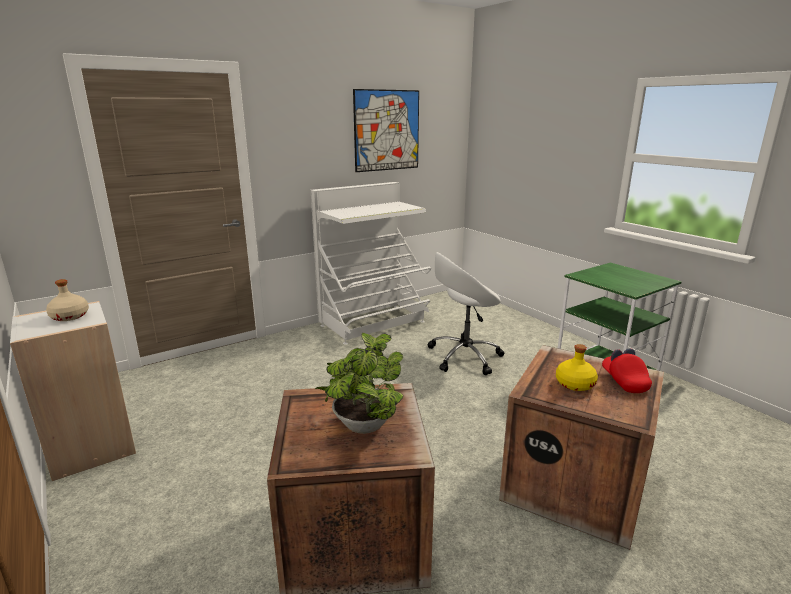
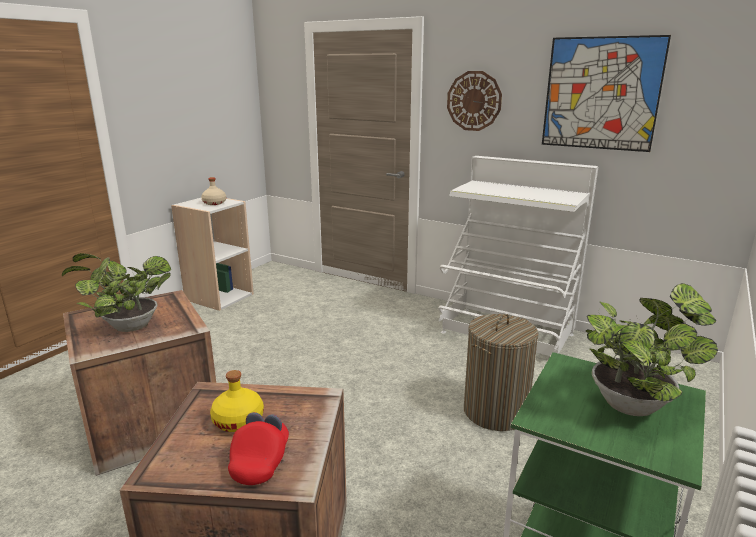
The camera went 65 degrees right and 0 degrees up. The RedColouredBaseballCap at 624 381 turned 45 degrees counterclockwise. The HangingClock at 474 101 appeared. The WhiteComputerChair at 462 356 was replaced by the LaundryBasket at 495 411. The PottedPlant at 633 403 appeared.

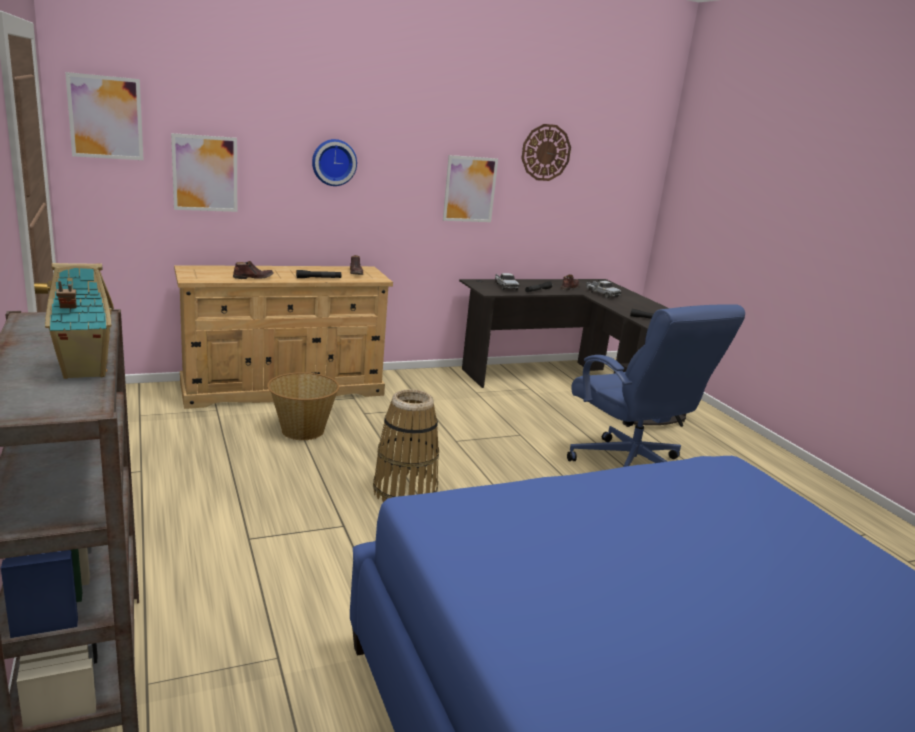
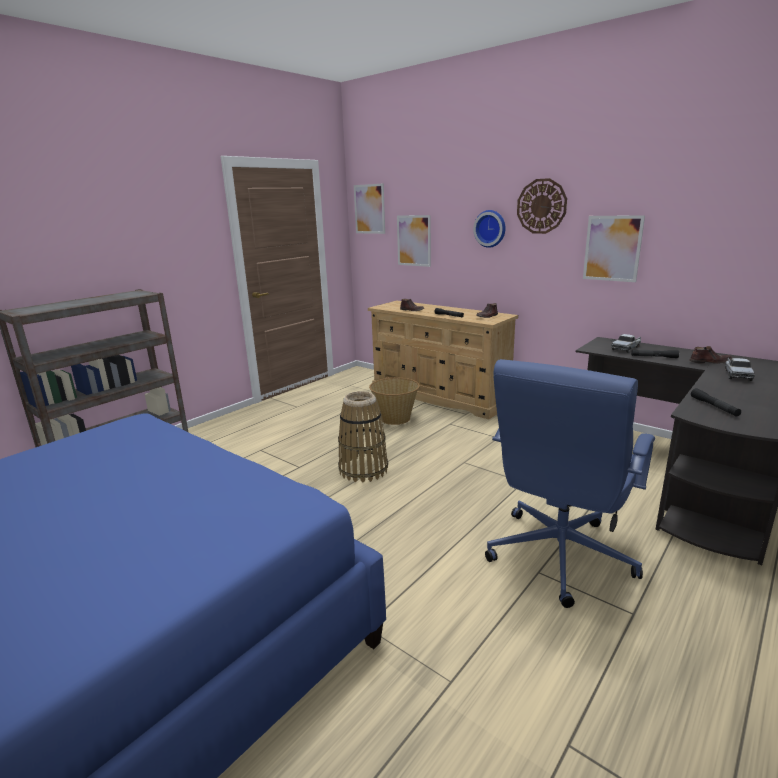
The camera went 65 degrees right and 0 degrees up. The HangingClock moved from 545 152 to 541 206. The ToyHouse at 83 371 disappeared.

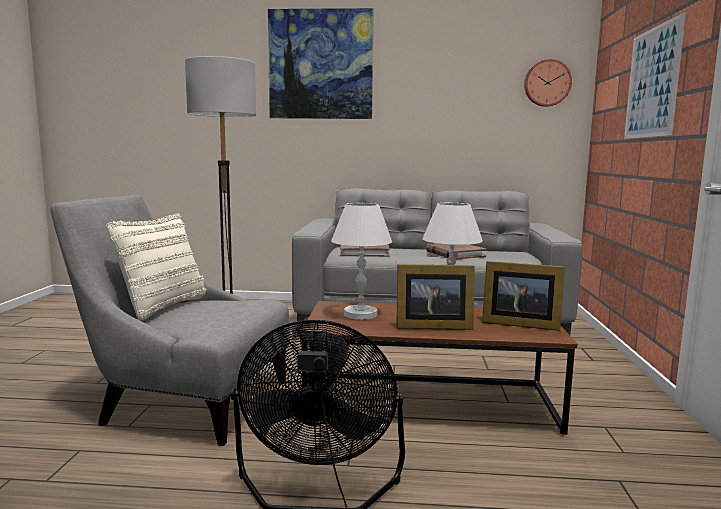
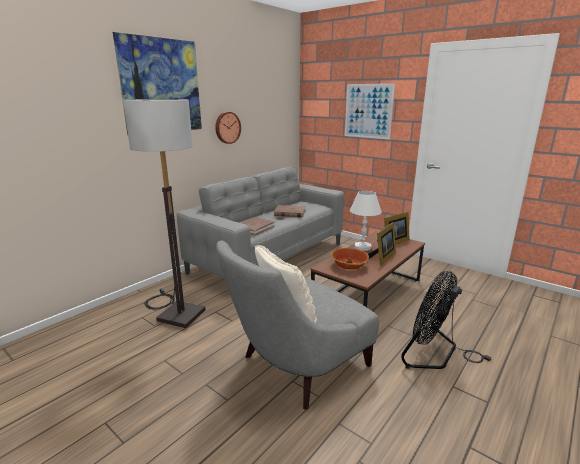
The camera went 55 degrees left and 10 degrees up. The HangingClock moved from 547 83 to 227 127. The WhiteTableLamp at 360 314 was replaced by the Bowl at 349 265.

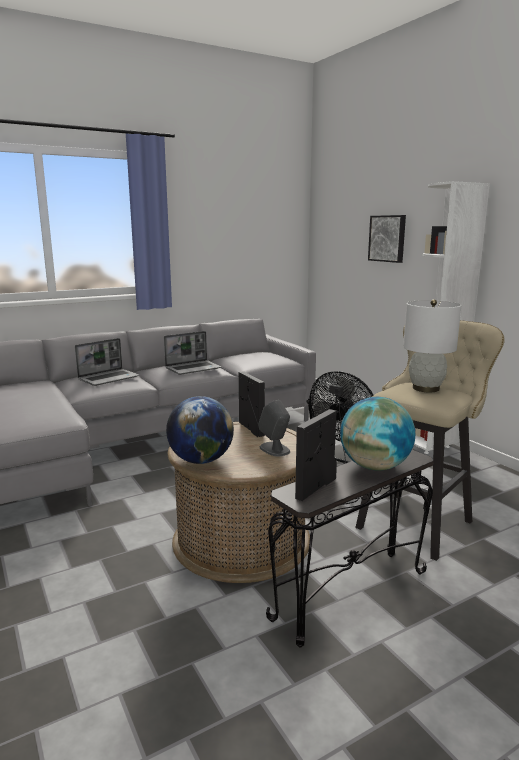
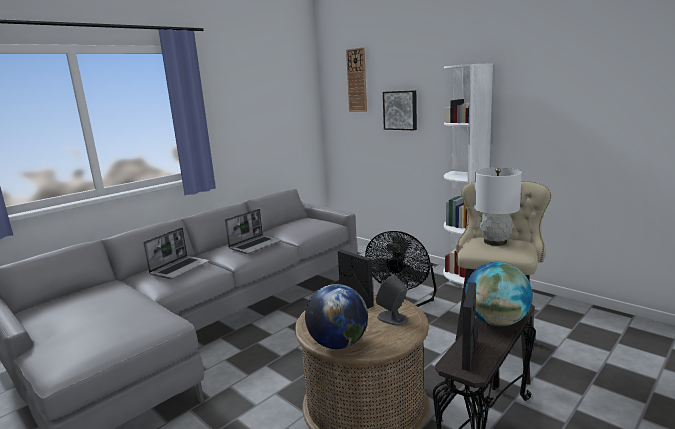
The camera went 15 degrees left and 0 degrees up. The HangingClock at 357 80 appeared.

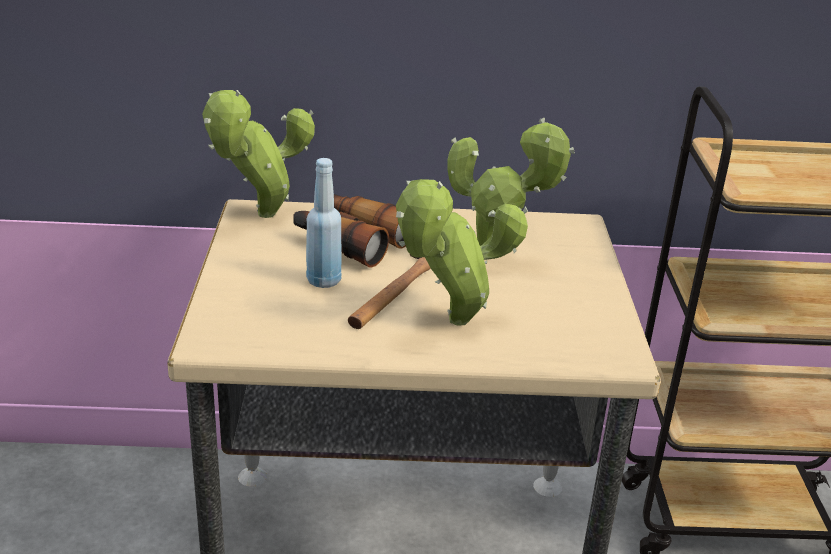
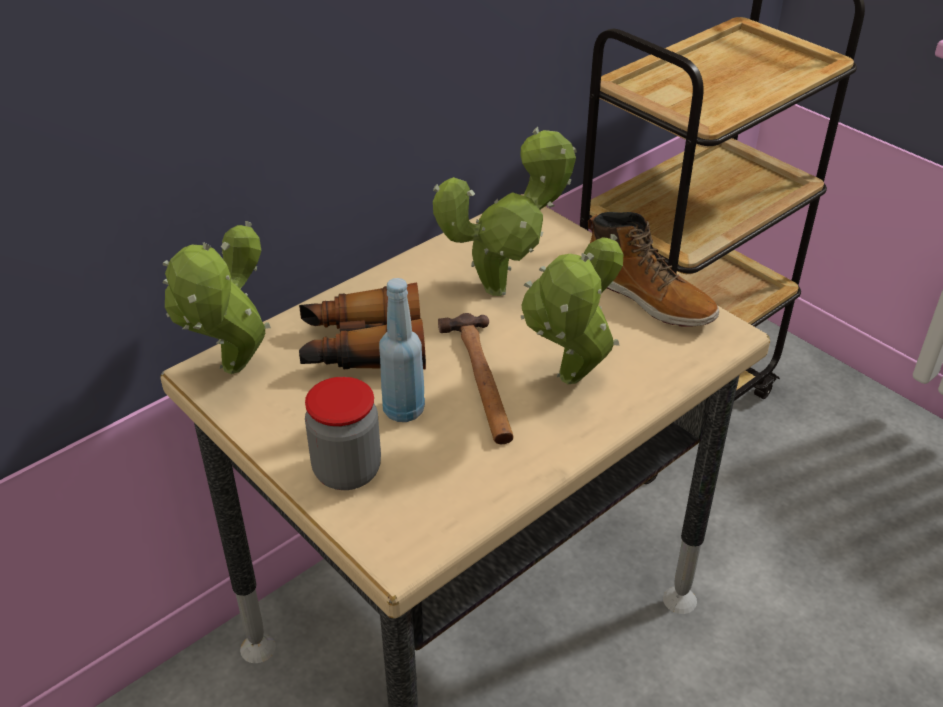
The camera went 40 degrees left and 10 degrees up. The Jar at 347 471 appeared. The HighTopBoot at 649 296 appeared.

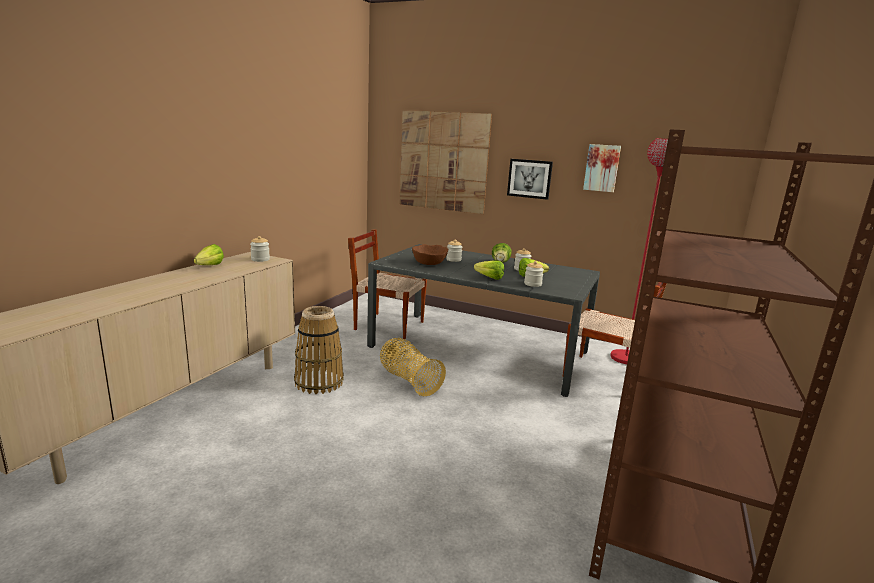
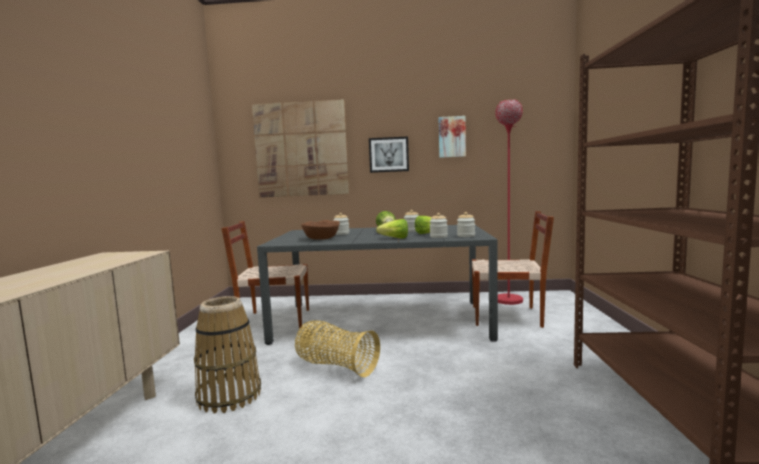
The camera went 20 degrees left and 10 degrees down. The Jar moved from 260 259 to 466 236. The LettuceHead at 207 267 disappeared.

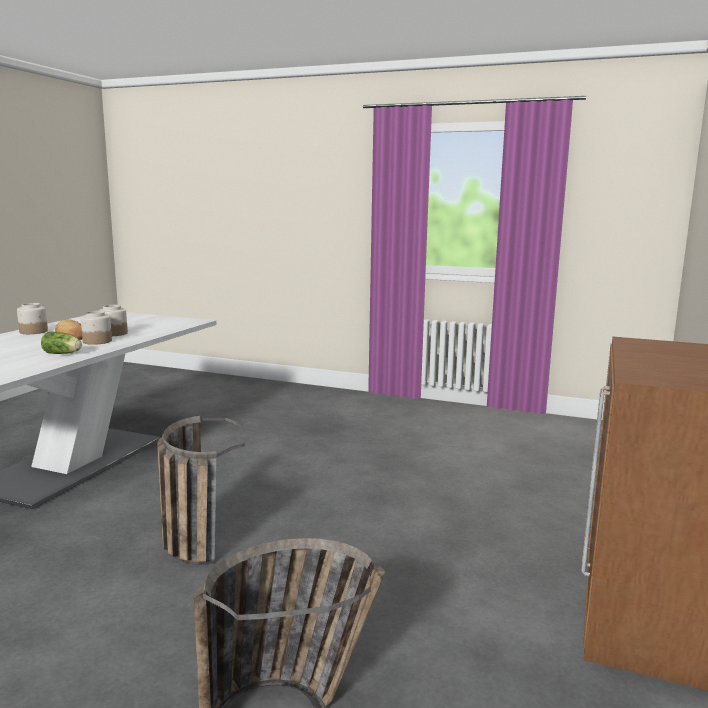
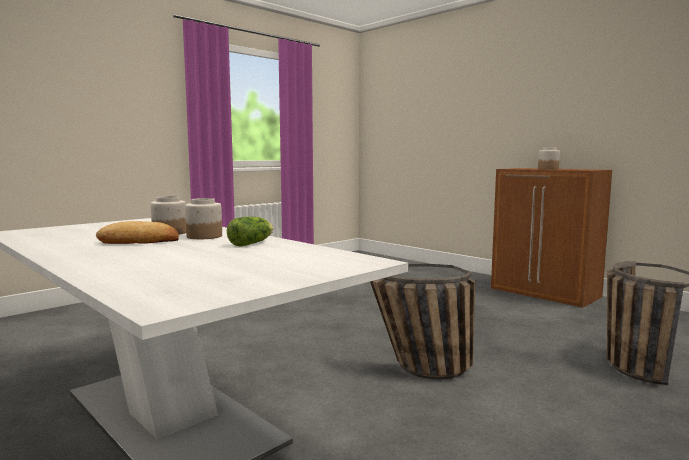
The camera went 65 degrees left and 5 degrees down. The Jar moved from 34 331 to 548 169.

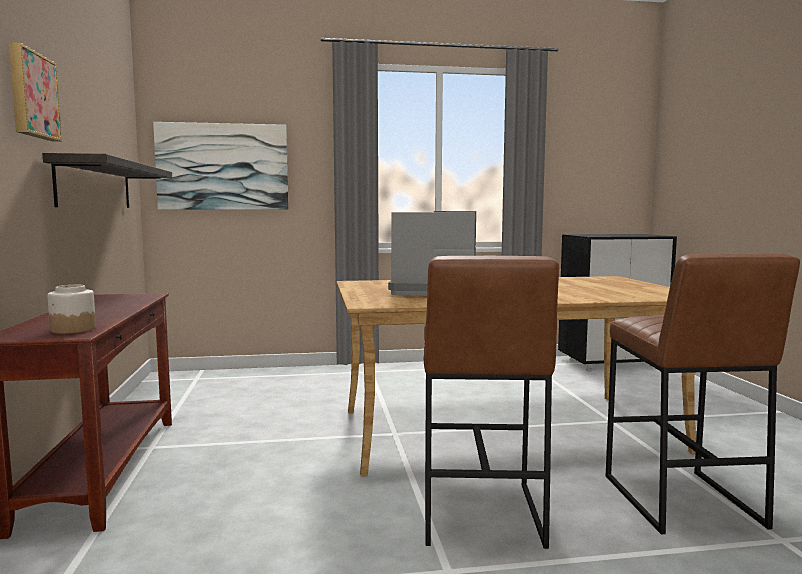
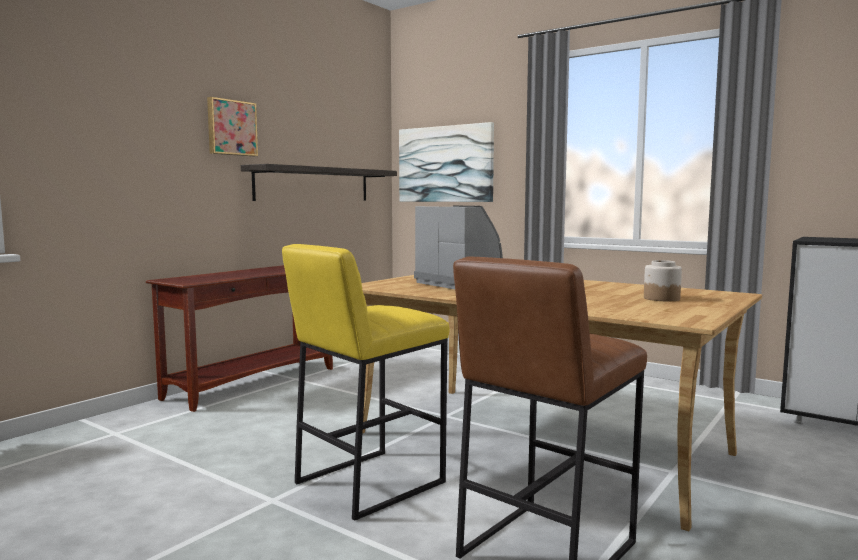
The camera went 45 degrees right and 0 degrees up. The BrownStool at 480 514 became the YellowishStool at 368 483. The Jar moved from 73 329 to 661 298.

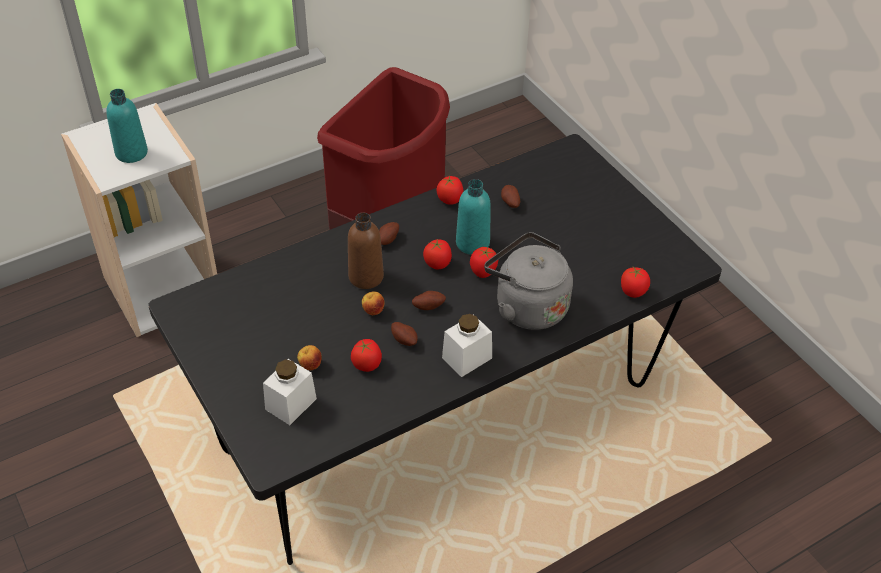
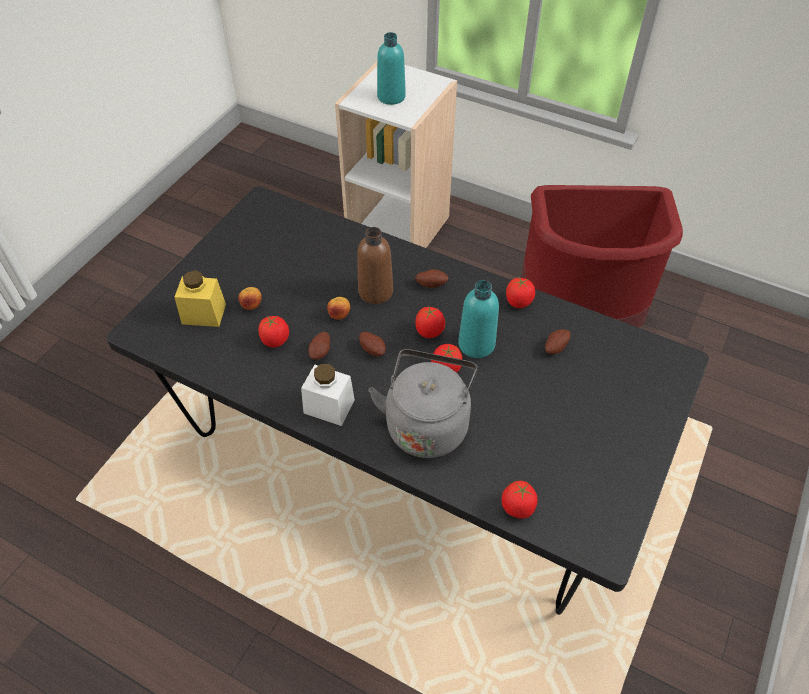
The camera went 60 degrees right and 5 degrees up. The WhiteJar at 291 404 became the YellowishJar at 204 314.

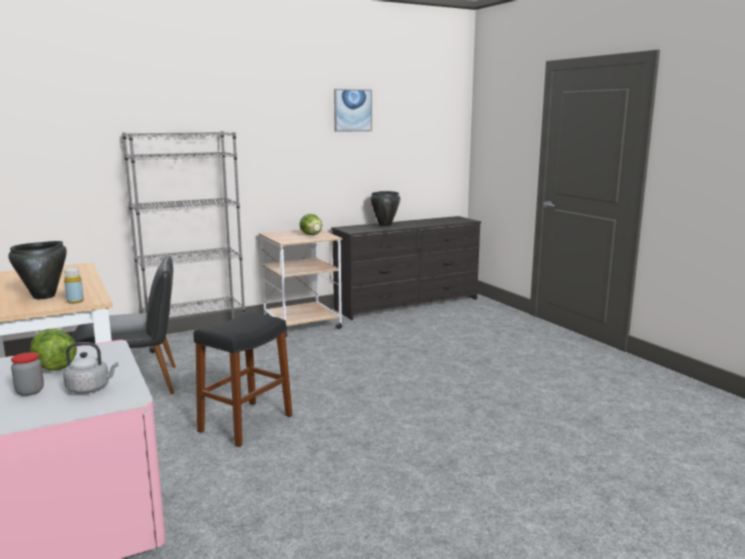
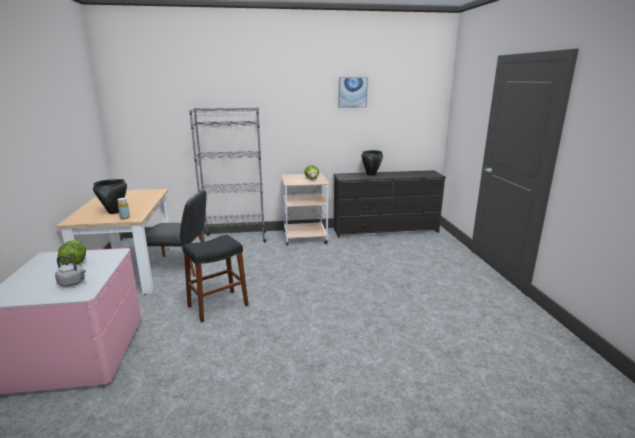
The camera went 20 degrees right and 5 degrees up. The Jar at 30 391 disappeared.

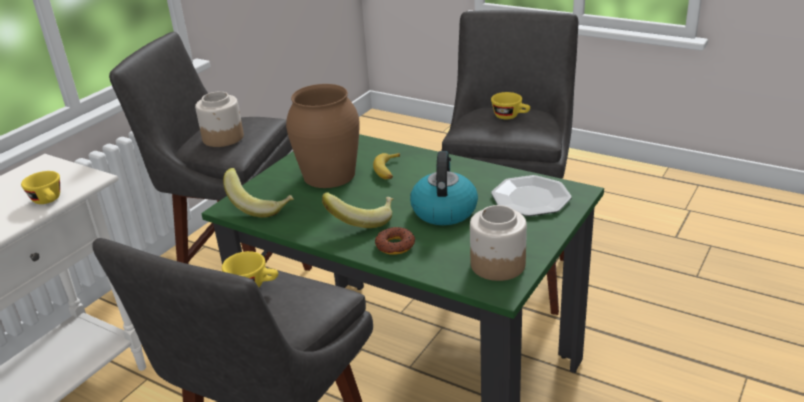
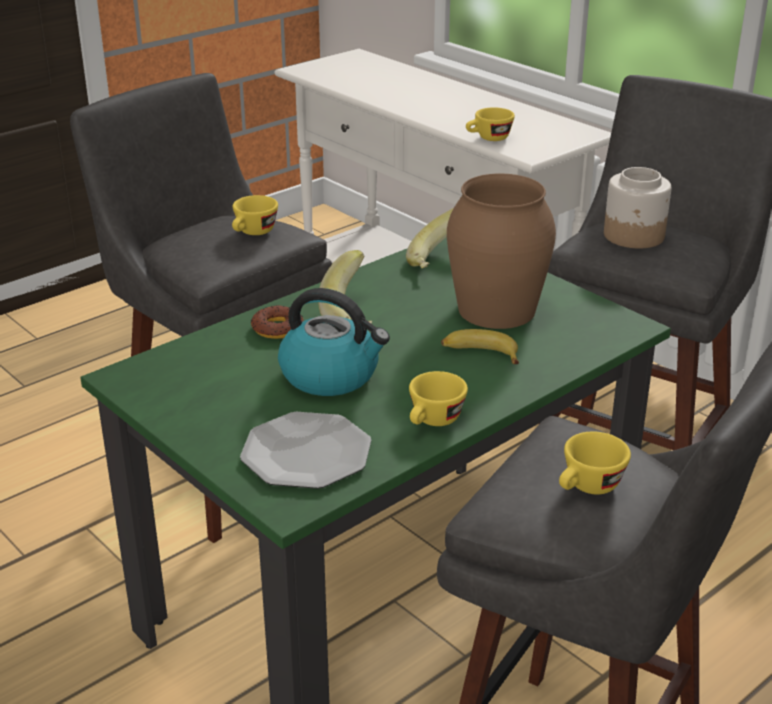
The camera went 105 degrees right and 0 degrees up. The YellowishSmallCup at 433 422 appeared. The Jar at 497 264 disappeared.

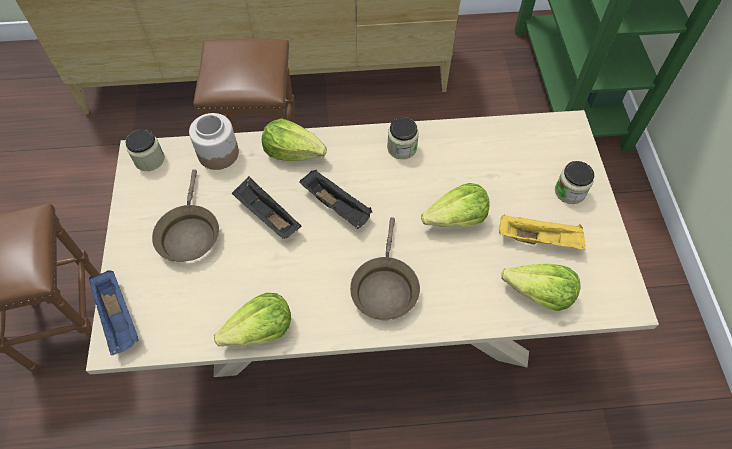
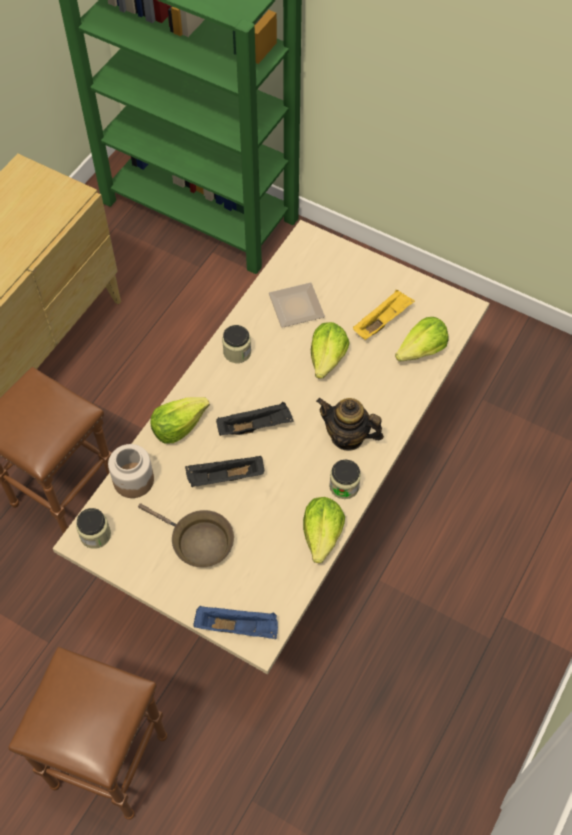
The camera went 55 degrees left and 0 degrees up. The FlatDish at 294 306 appeared. The BrownFryingPan at 384 287 was replaced by the TeaPot at 347 437. The Jar moved from 570 191 to 344 486.

